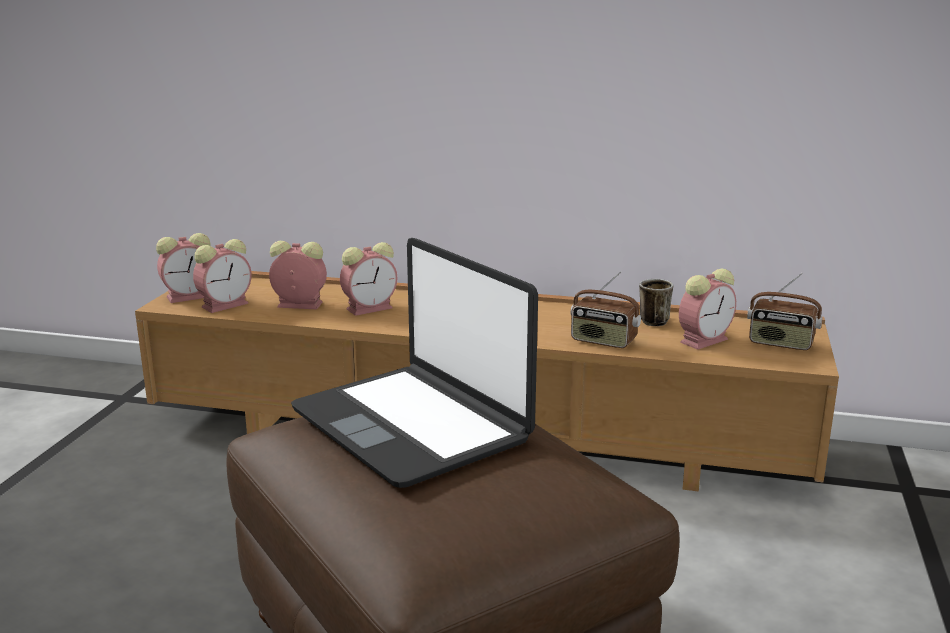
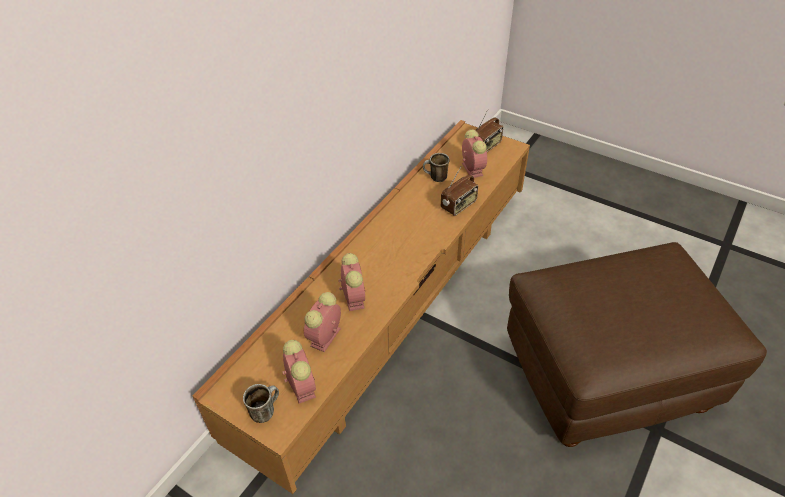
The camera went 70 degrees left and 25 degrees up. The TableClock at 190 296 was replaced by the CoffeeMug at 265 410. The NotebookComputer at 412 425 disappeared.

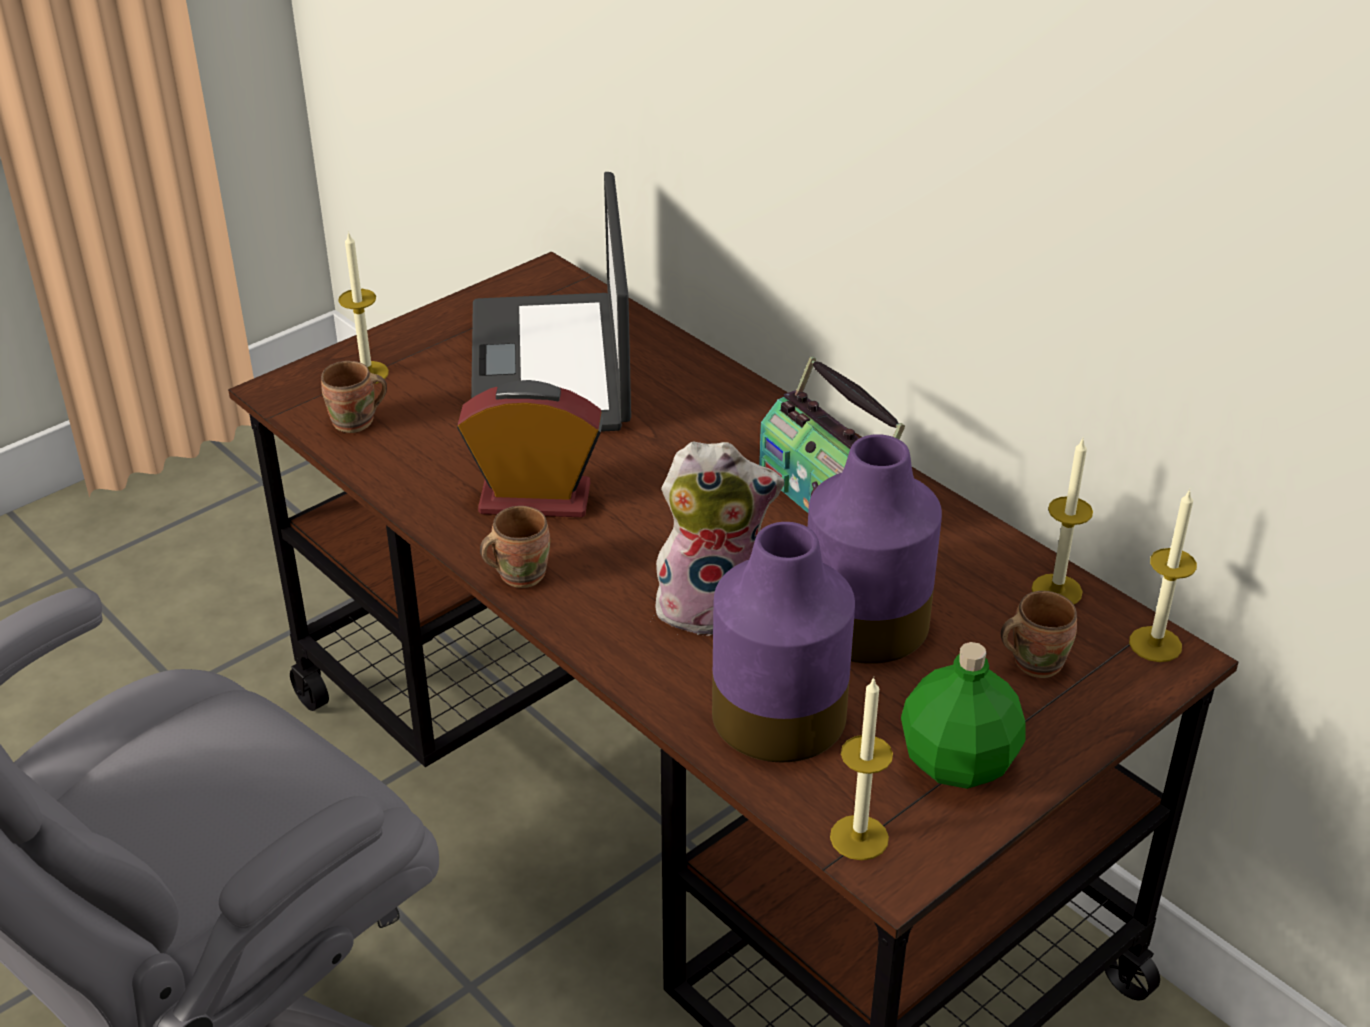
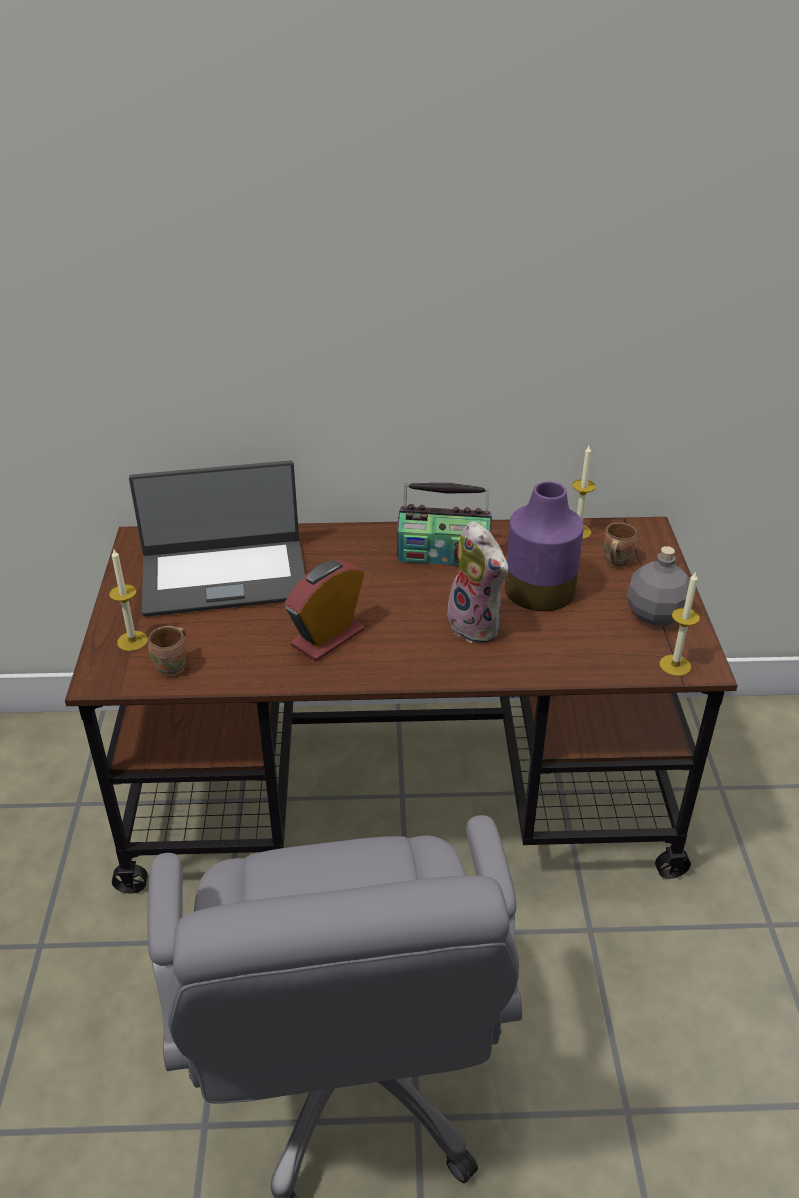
The camera went 50 degrees left and 0 degrees up. The NotebookComputer at 552 365 turned 45 degrees counterclockwise. The CuddlyToy at 712 605 turned 105 degrees clockwise. The GreenishDrinkBottle at 958 760 became the GreyishDrinkBottle at 654 614. The BrownCoffeeMug at 518 573 disappeared. The PurplishVase at 777 713 disappeared. The WaxLight at 1155 644 disappeared.

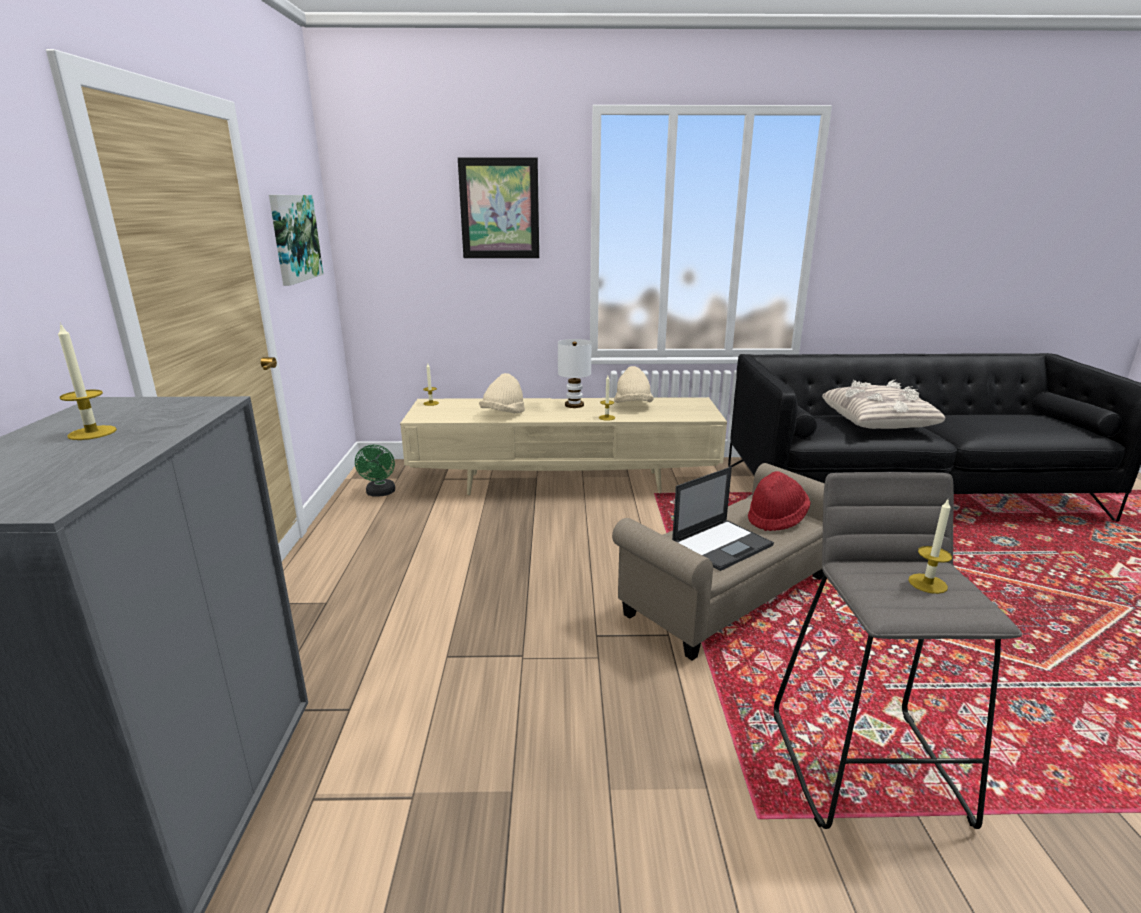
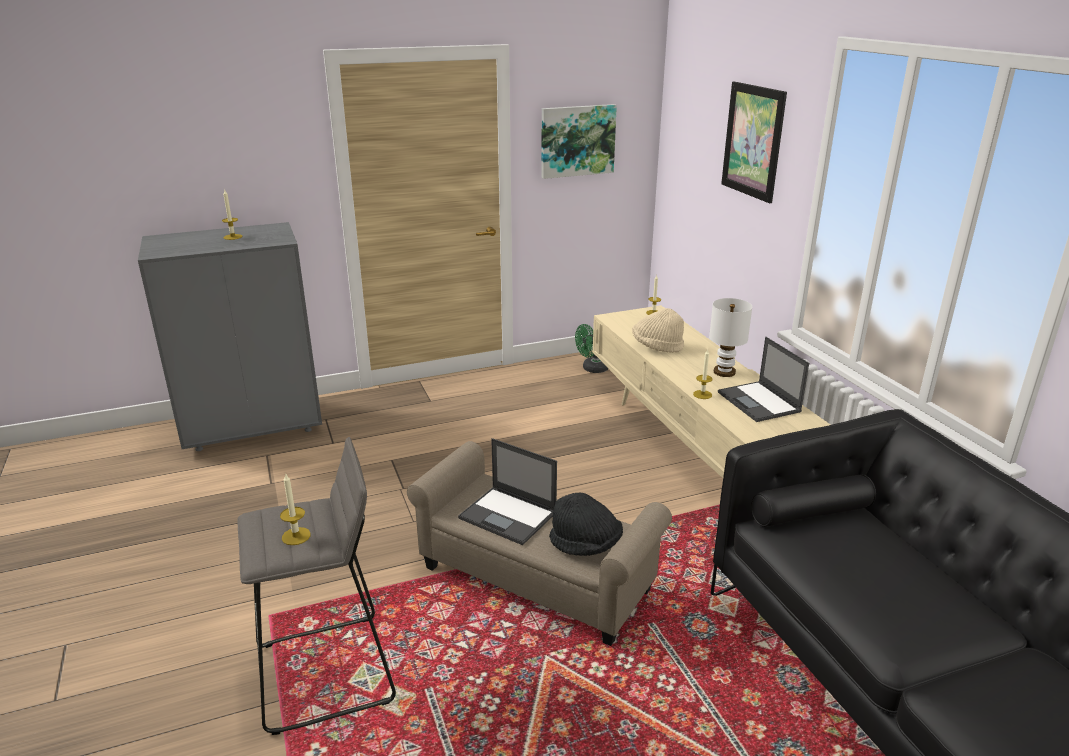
The camera went 70 degrees right and 5 degrees up. The RedColouredClothingHat at 776 519 became the BlackishClothingHat at 585 545. The BeigeClothingHat at 633 406 was replaced by the NotebookComputer at 759 402. The BeigeCushion at 876 424 disappeared.

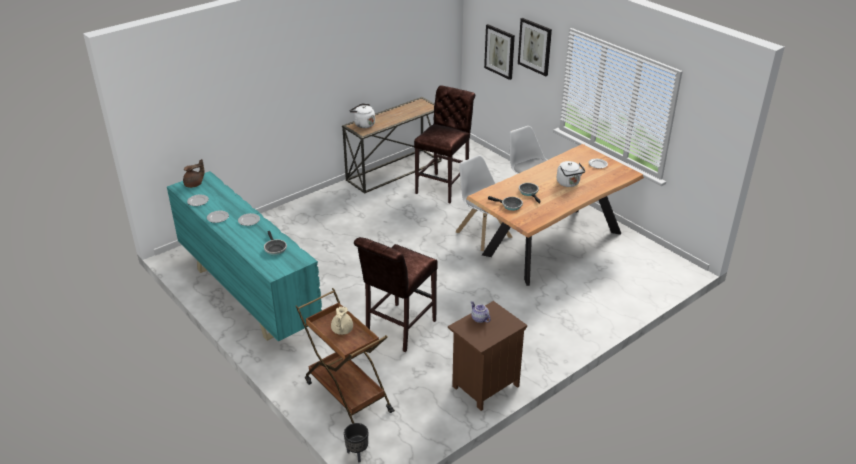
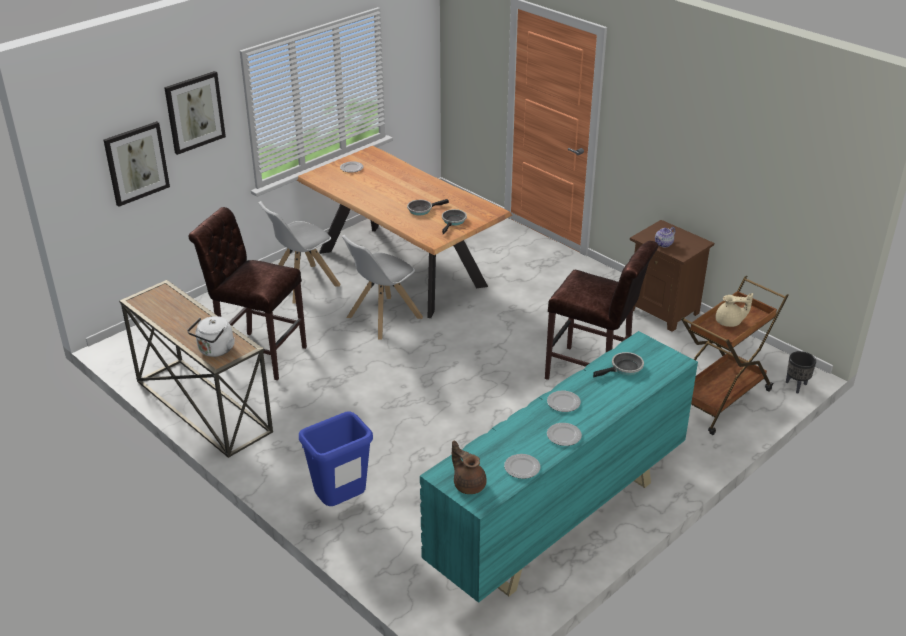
The camera went 95 degrees left and 0 degrees up. The BluishRubbishBin at 340 503 appeared. The WhiteKettle at 569 183 disappeared.

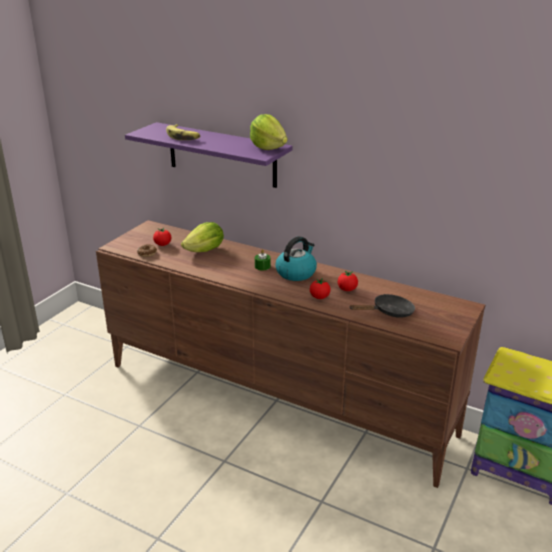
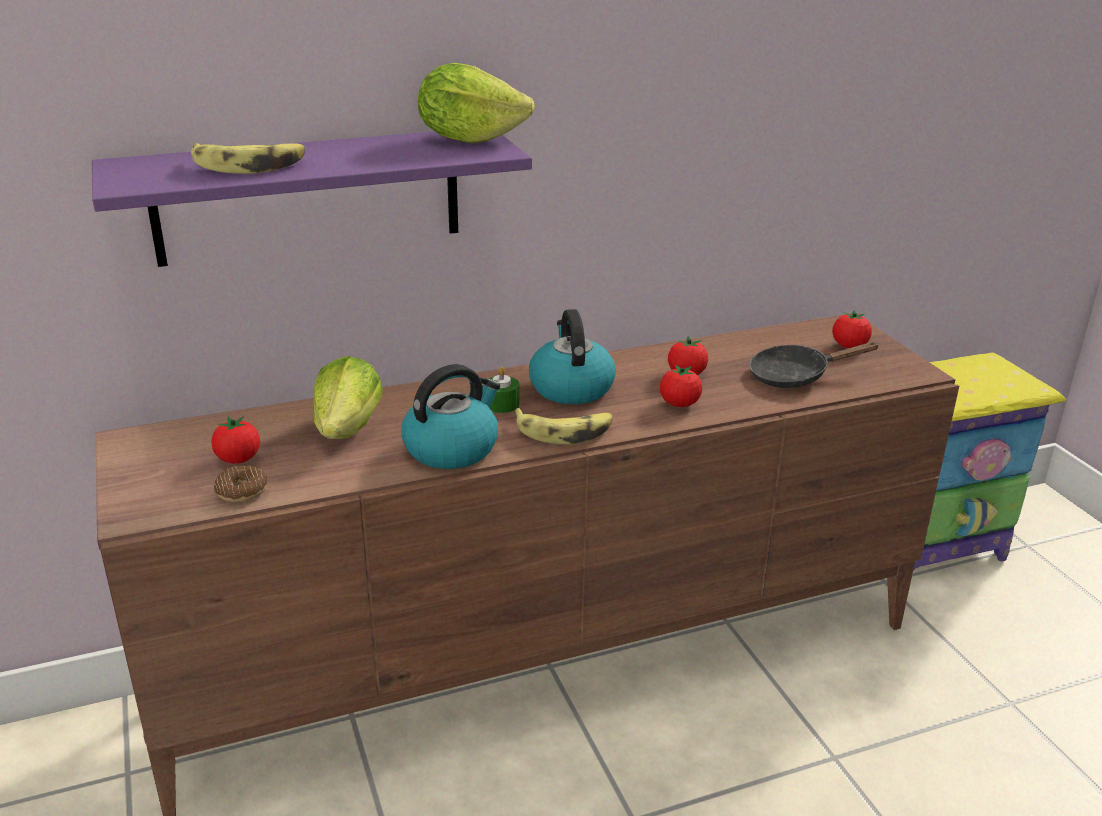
The camera went 50 degrees left and 0 degrees up. The Kettle at 452 448 appeared. The BananaFruit at 564 432 appeared. The BlackishFryingPan at 389 312 turned 120 degrees counterclockwise. The Tomato at 849 346 appeared.

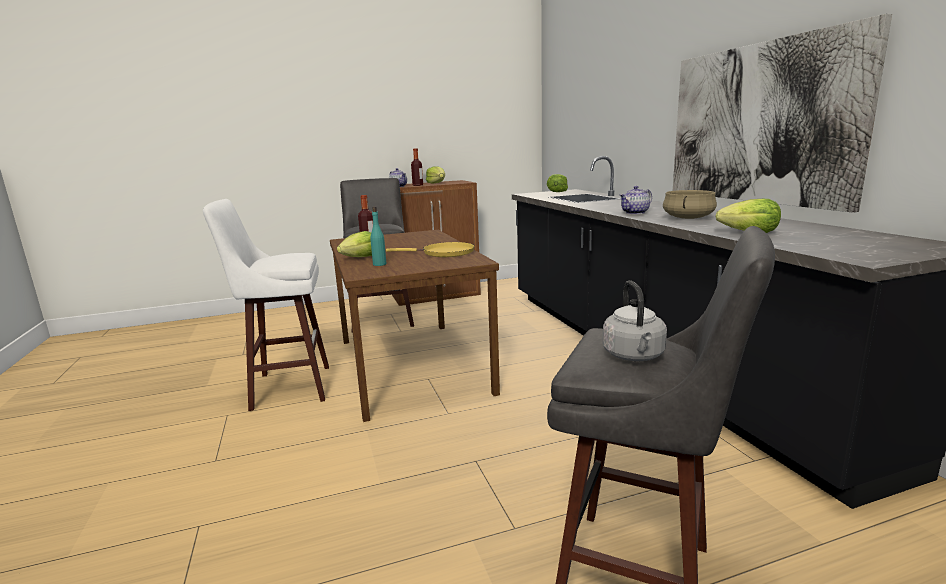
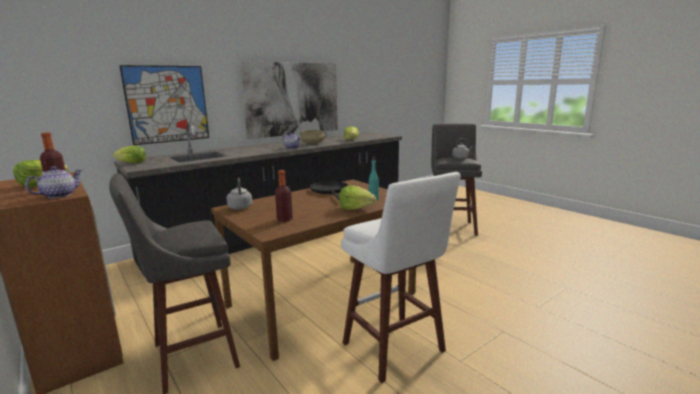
The camera went 110 degrees left and 0 degrees up. The Picture at 167 104 appeared. The GreyishKettle at 240 207 appeared. The YellowishFryingPan at 444 253 became the BlackishFryingPan at 330 191.

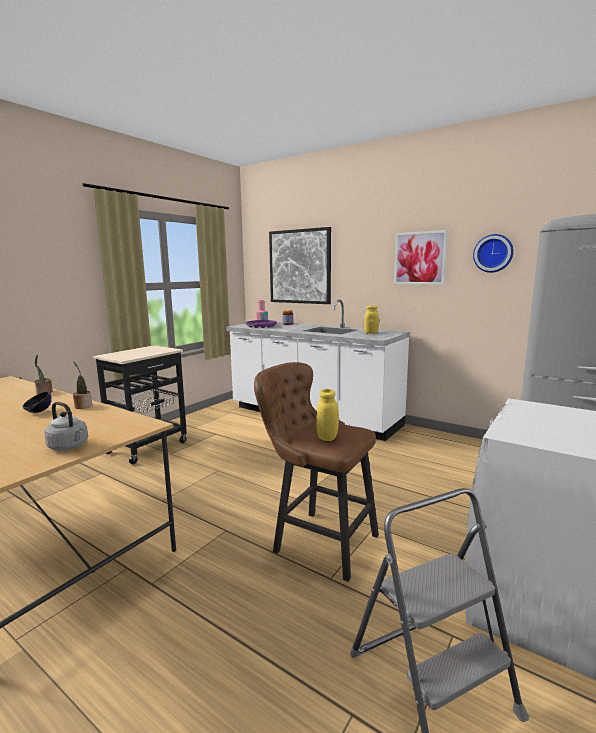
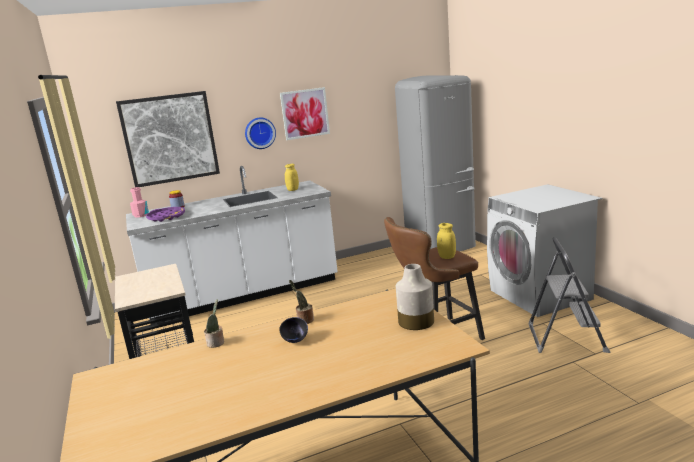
The camera went 55 degrees left and 5 degrees up. The HangingClock moved from 493 253 to 259 133. The GreyishKettle at 69 447 was replaced by the BeigeVase at 416 321.

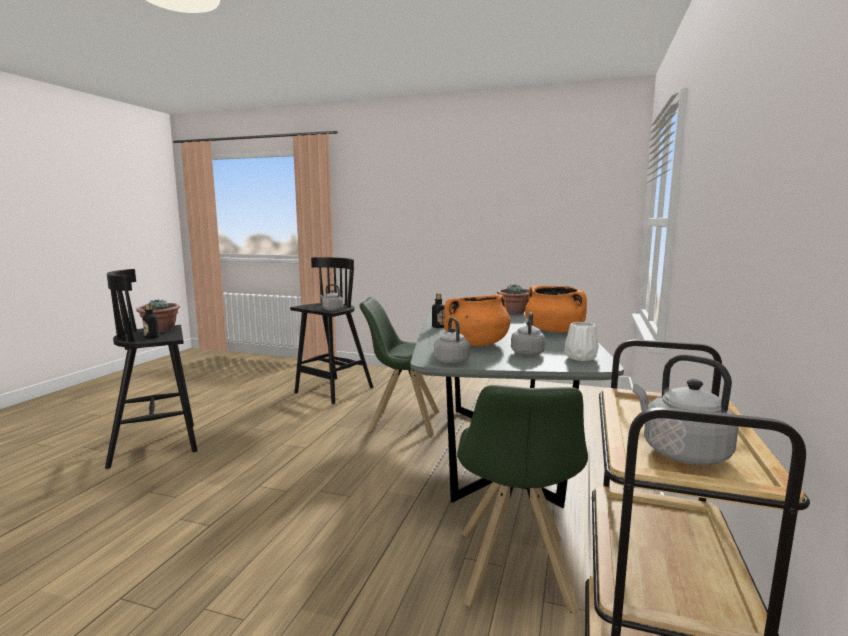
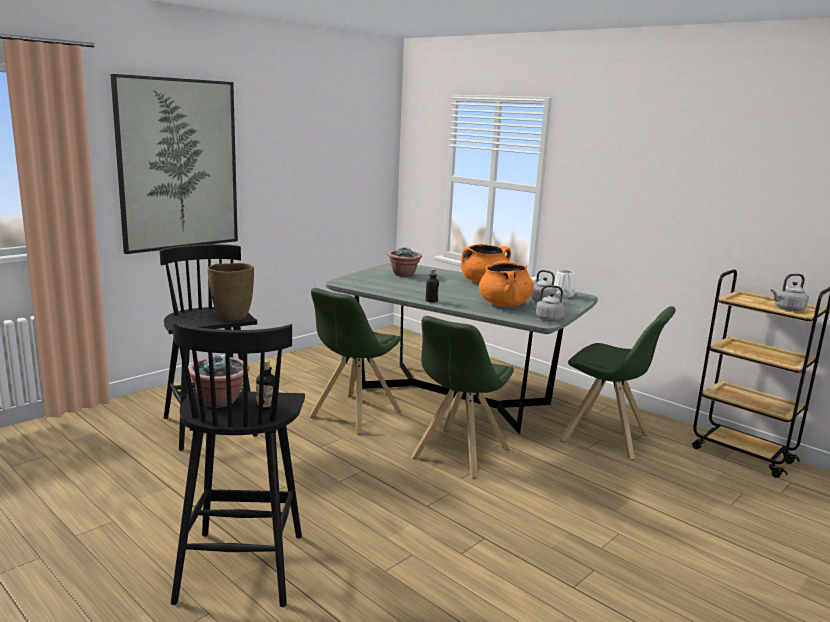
The camera went 65 degrees left and 5 degrees up. The Picture at 178 165 appeared. The GreyishKettle at 331 309 was replaced by the BrownVase at 232 317. The GreenishChair at 459 453 appeared.

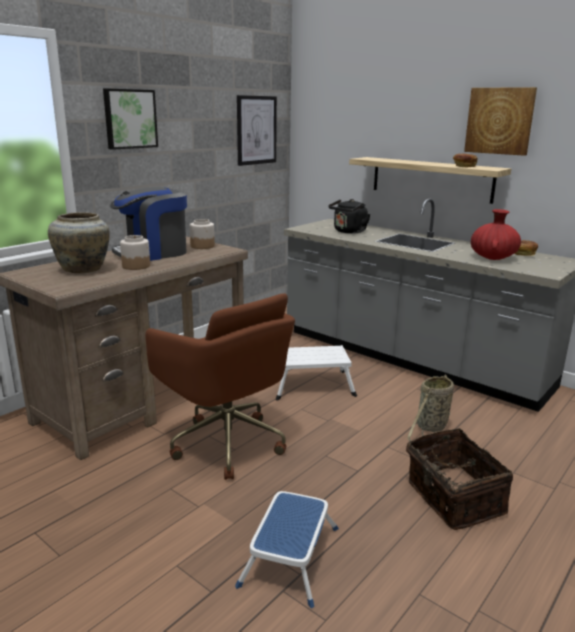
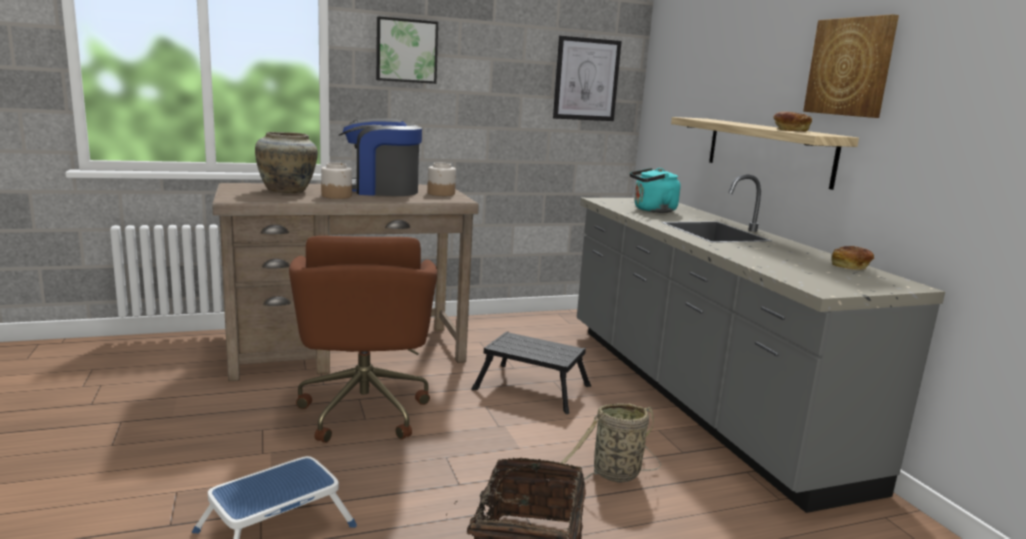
The camera went 30 degrees right and 5 degrees down. The WhiteStepStool at 312 385 became the BlackishStepStool at 533 388. The BlackishKettle at 348 232 became the BlueGreenKettle at 652 210. The RedColouredVase at 493 258 disappeared.

